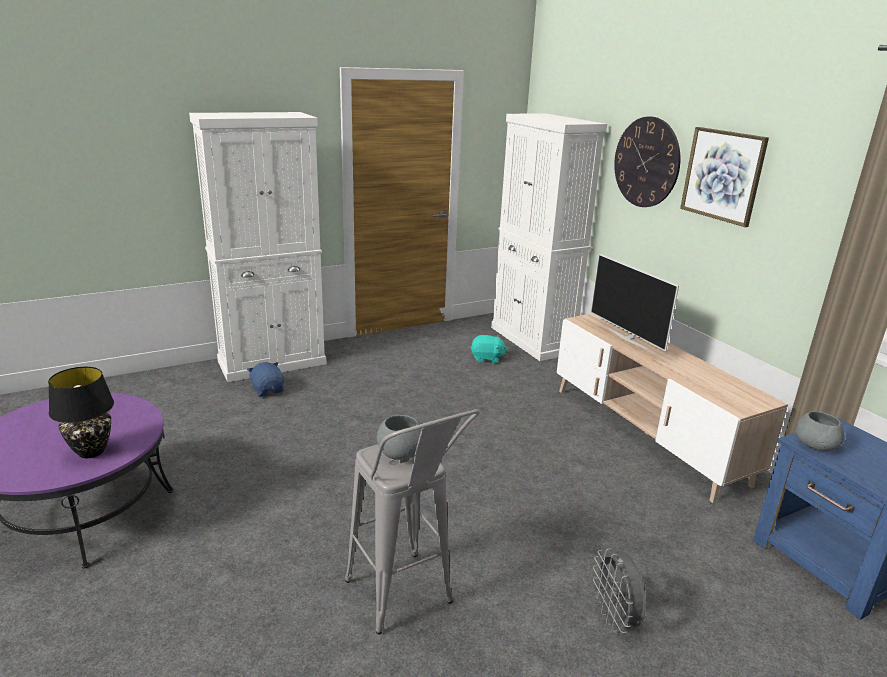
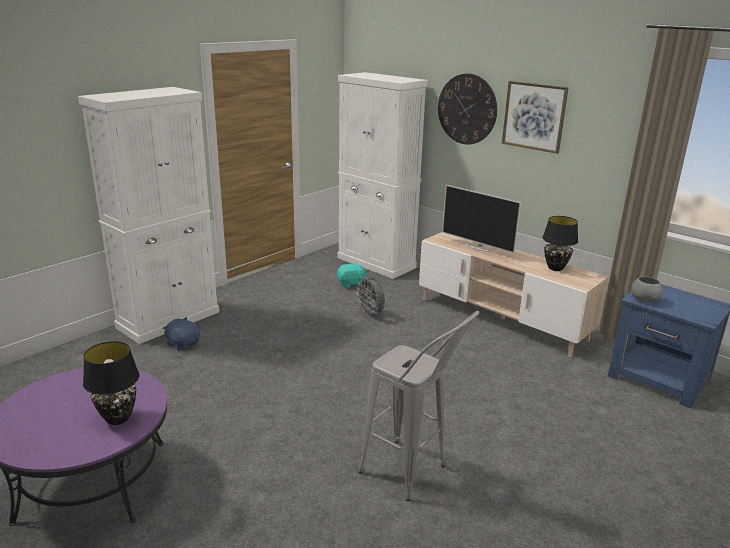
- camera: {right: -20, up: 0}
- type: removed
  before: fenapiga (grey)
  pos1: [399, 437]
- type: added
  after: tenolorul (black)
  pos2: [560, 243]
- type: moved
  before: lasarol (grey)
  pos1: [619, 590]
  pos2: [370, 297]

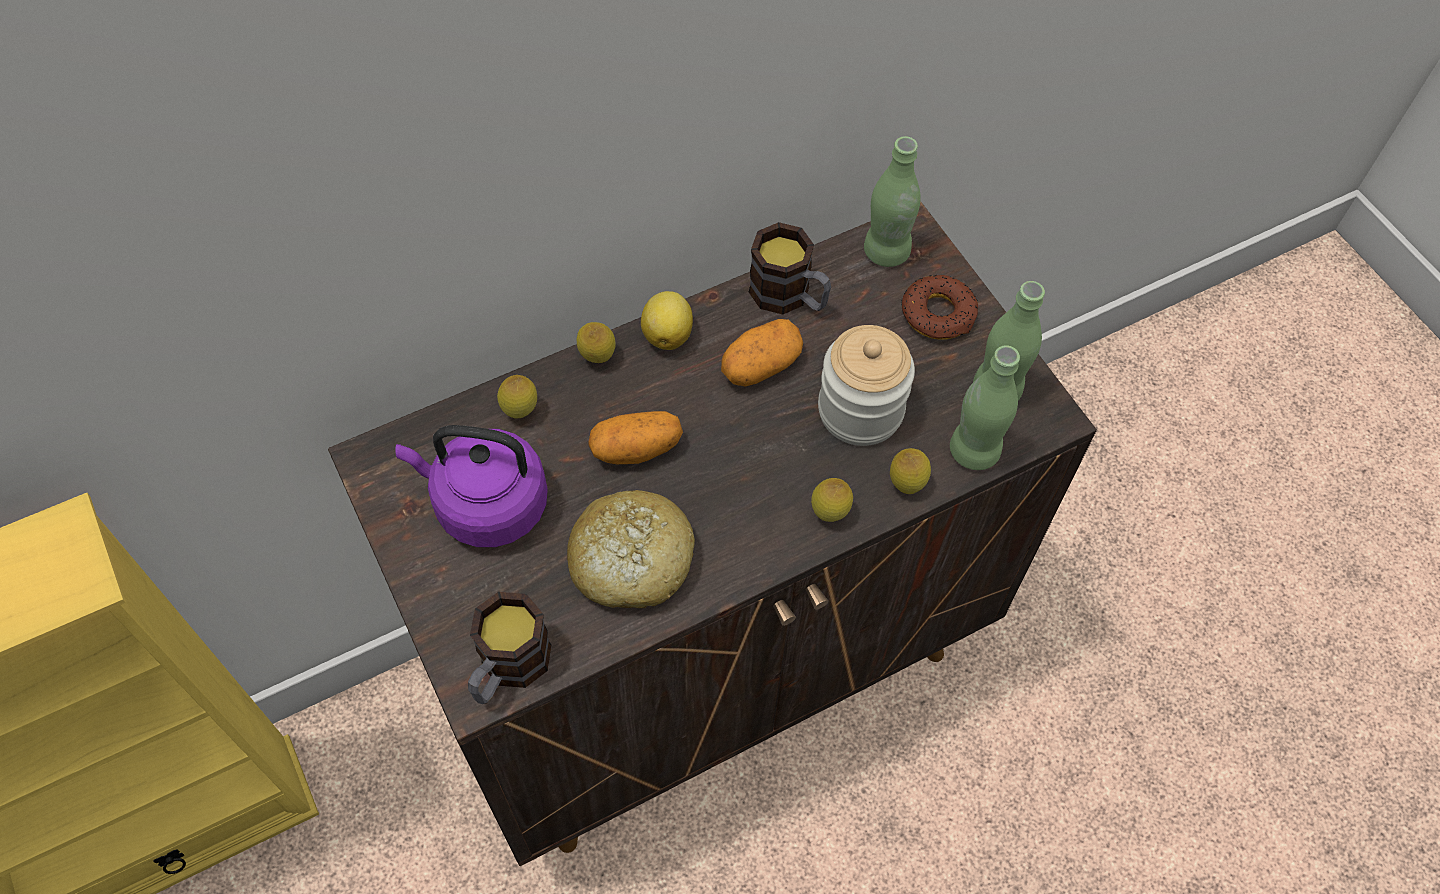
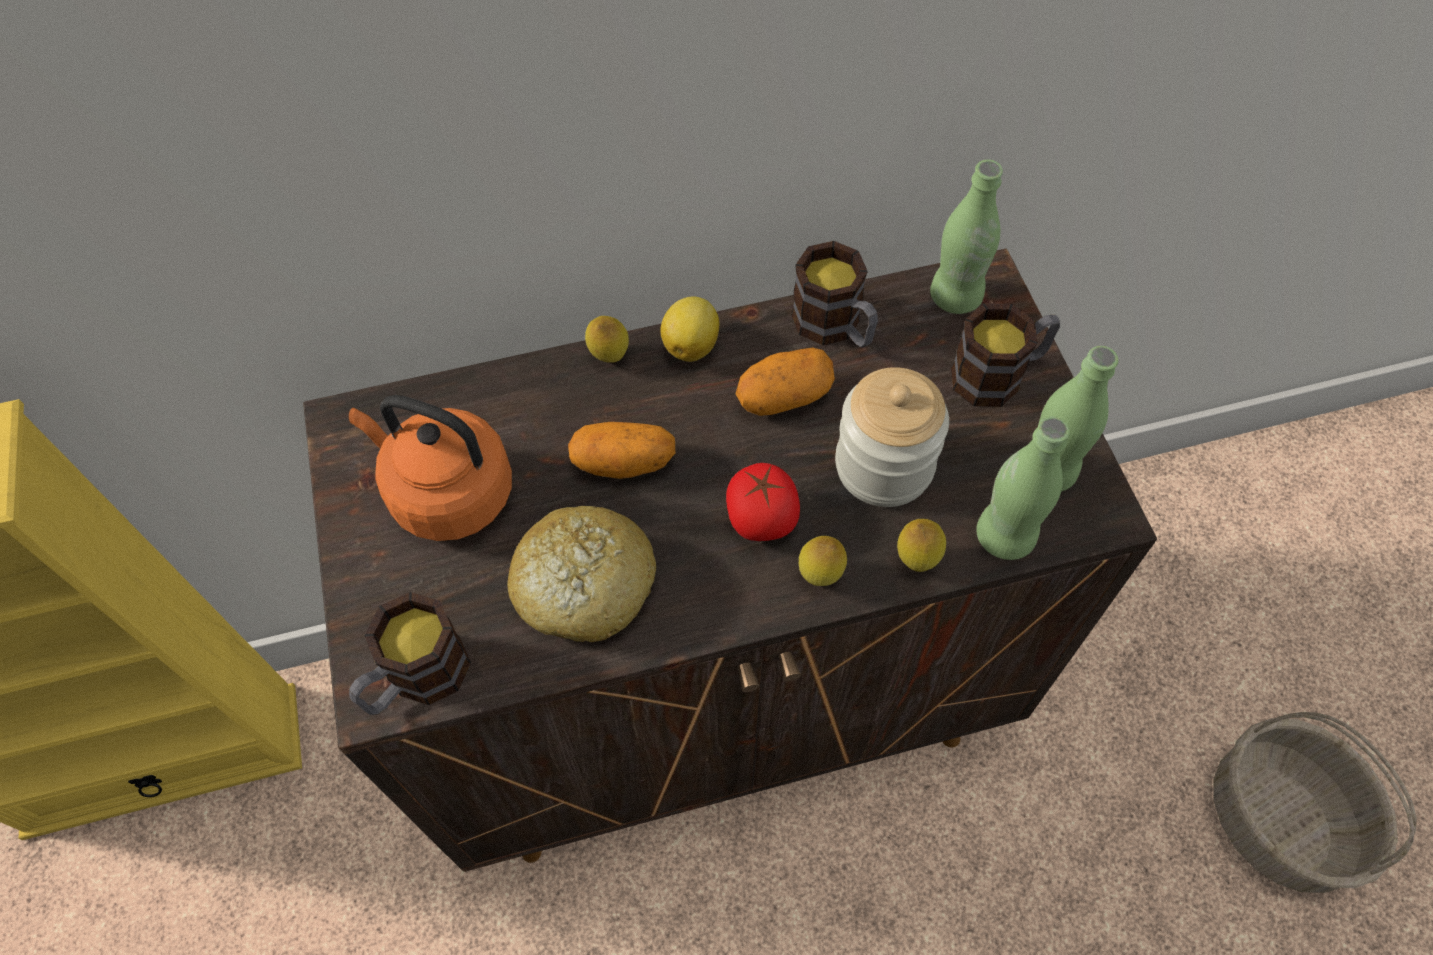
- camera: {right: 15, up: 0}
- type: removed
  before: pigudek
  pos1: [517, 397]
- type: added
  after: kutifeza
  pos2: [763, 502]
- type: added
  after: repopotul
  pos2: [1315, 802]
- type: replaced
  before: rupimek
  after: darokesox
  pos1: [939, 307]
  pos2: [1005, 355]
- type: recoloured
  before: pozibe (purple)
  after: pozibe (orange)
  pos1: [471, 486]
  pos2: [430, 468]

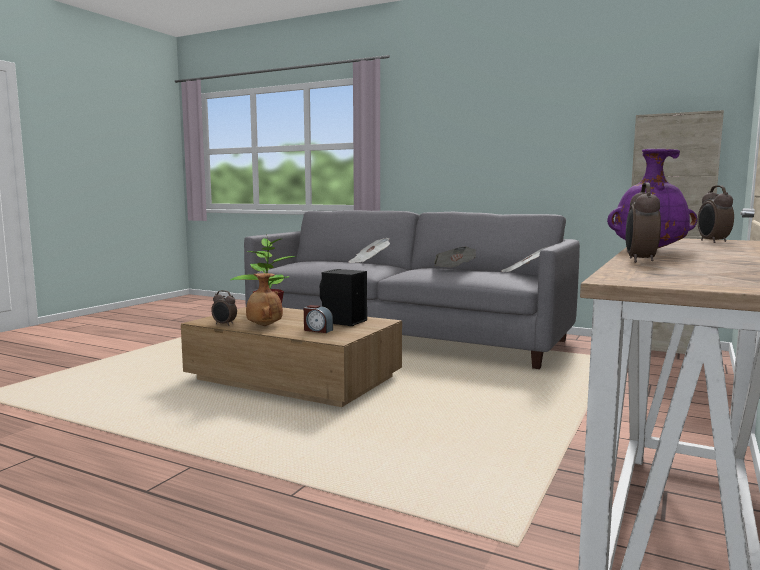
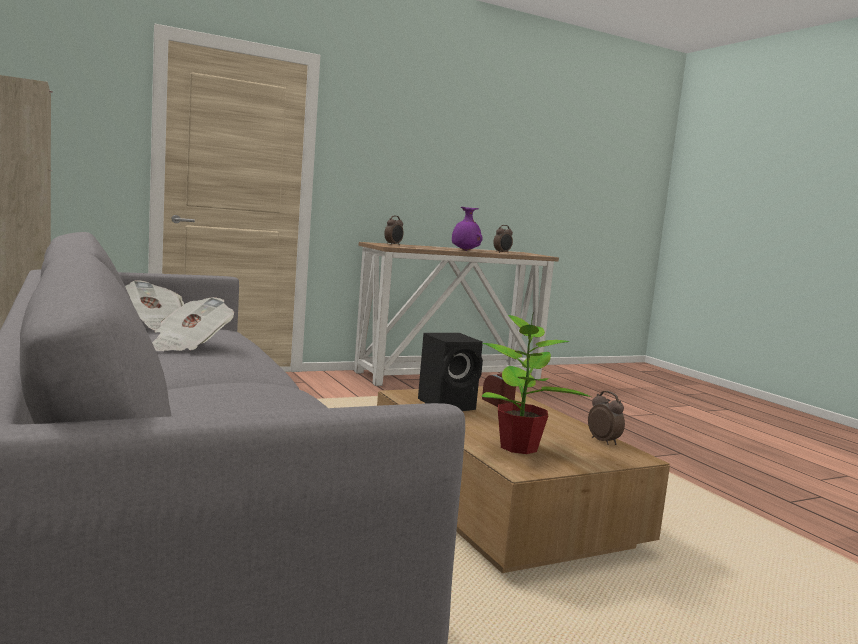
- camera: {right: -145, up: 0}
- type: removed
  before: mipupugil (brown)
  pos1: [264, 299]
- type: removed
  before: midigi
  pos1: [369, 250]

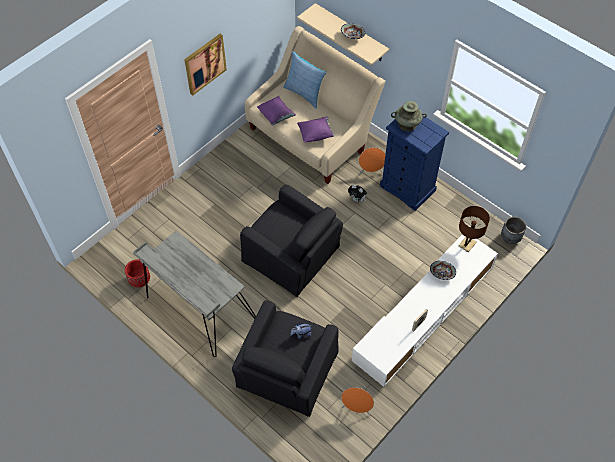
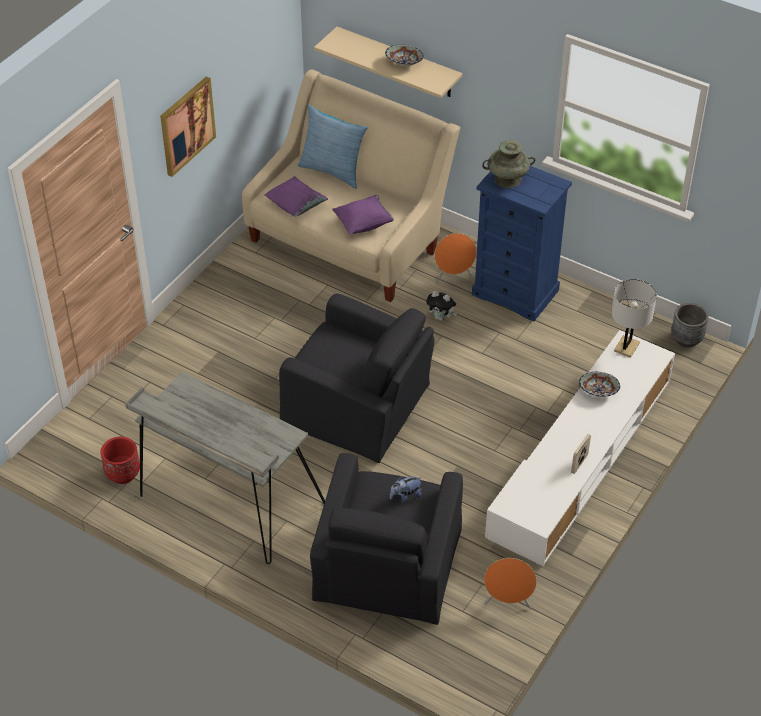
- camera: {right: -10, up: -10}
- type: recoloured
  before: tenolorul (brown)
  after: tenolorul (white)
  pos1: [474, 229]
  pos2: [634, 318]

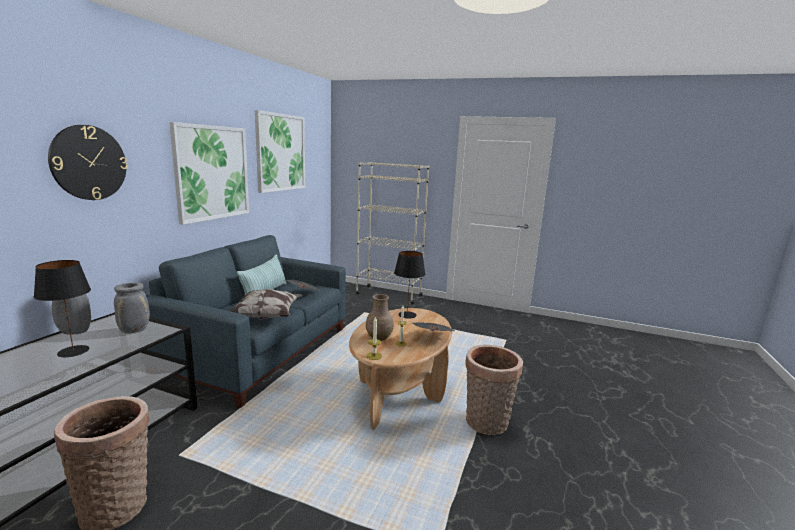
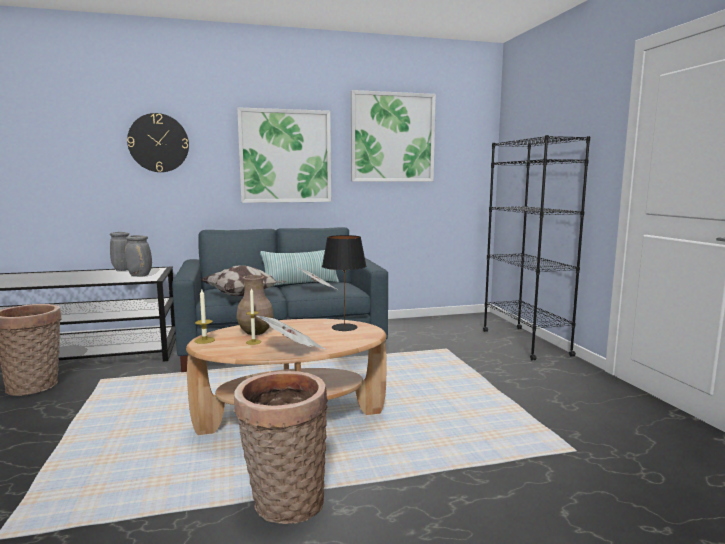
- camera: {right: 55, up: -5}
- type: removed
  before: tenolorul (black)
  pos1: [62, 309]
- type: recoloured
  before: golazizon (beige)
  after: golazizon (black)
  pos1: [392, 233]
  pos2: [536, 247]

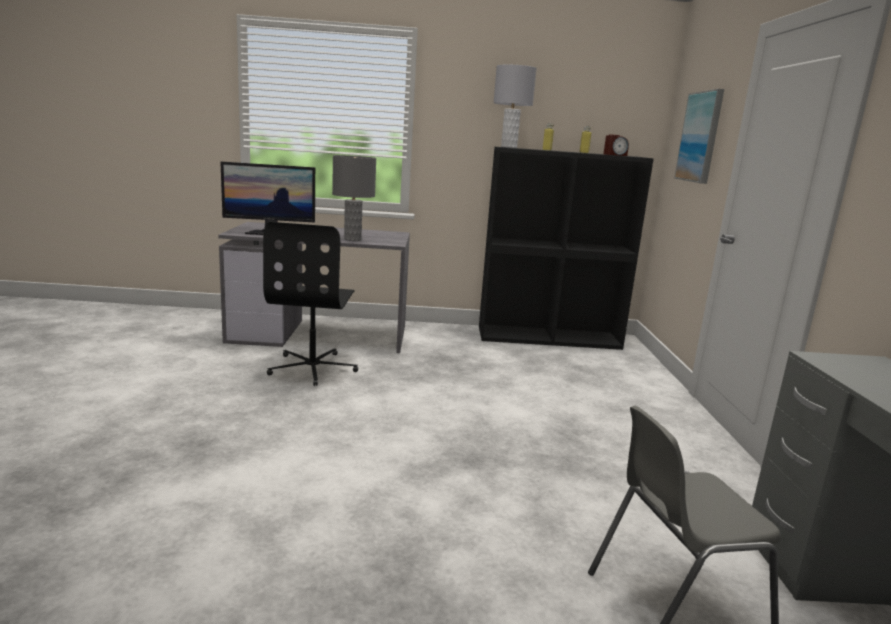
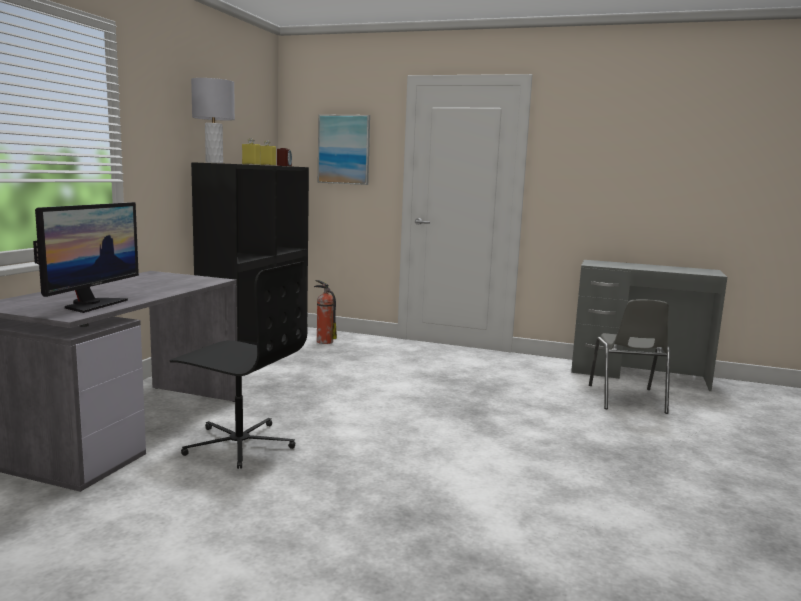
- camera: {right: -70, up: -5}
- type: removed
  before: tenolorul (grey)
  pos1: [354, 198]
- type: added
  after: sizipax
  pos2: [325, 312]

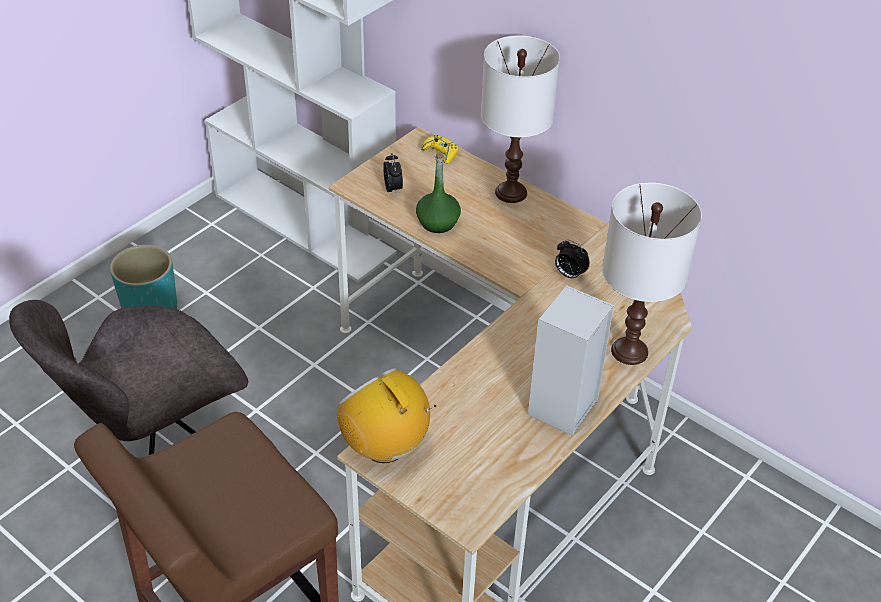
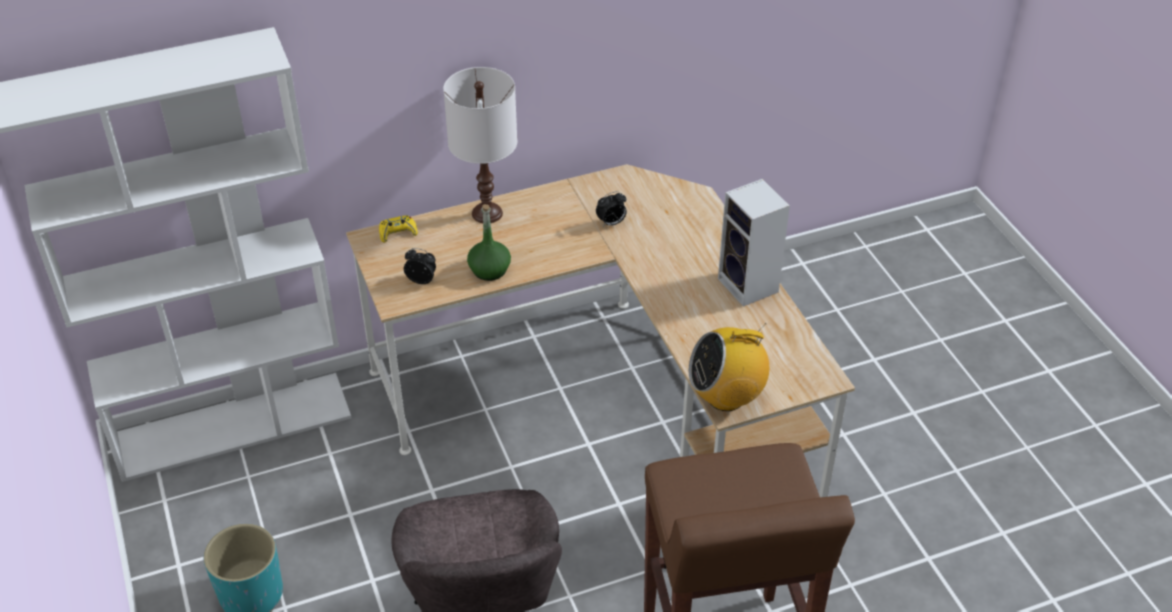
- camera: {right: -60, up: 0}
- type: removed
  before: tenolorul (white)
  pos1: [652, 273]

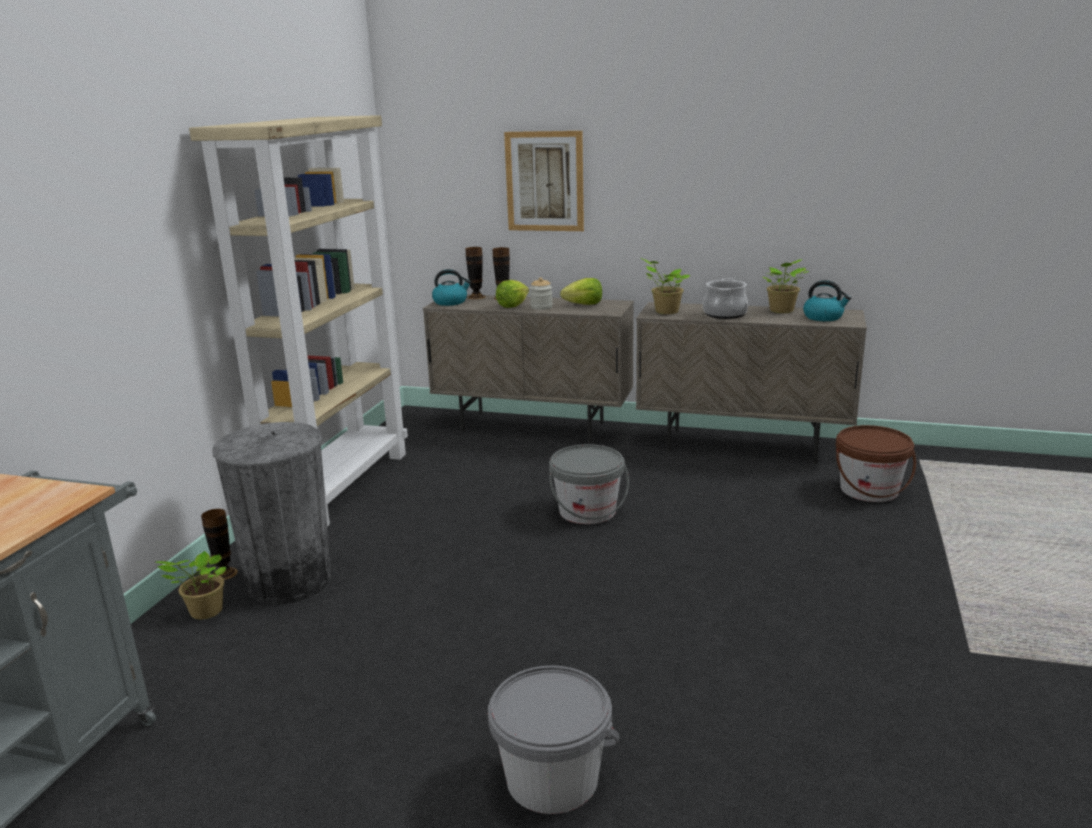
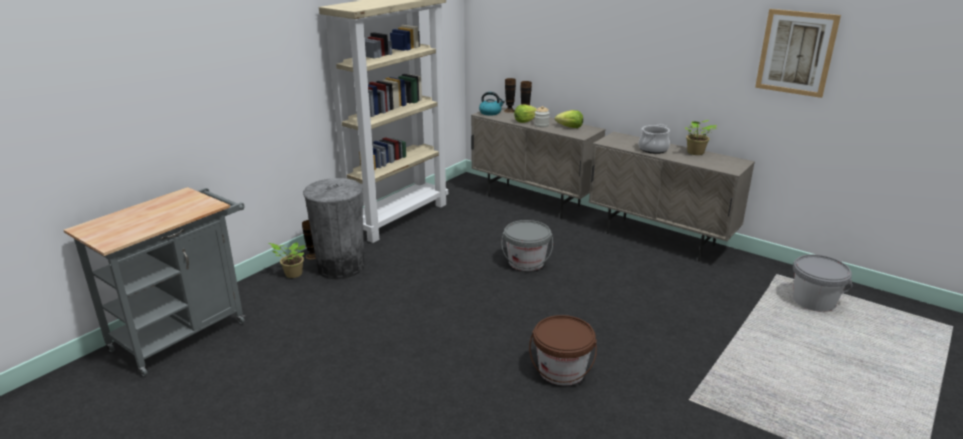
- camera: {right: 20, up: 5}
- type: removed
  before: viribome
  pos1: [665, 286]
- type: removed
  before: pozibe
  pos1: [827, 300]
- type: moved
  before: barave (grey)
  pos1: [553, 739]
  pos2: [822, 283]
- type: moved
  before: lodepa
  pos1: [544, 181]
  pos2: [798, 53]
- type: moved
  before: barave (brown)
  pos1: [876, 463]
  pos2: [563, 350]

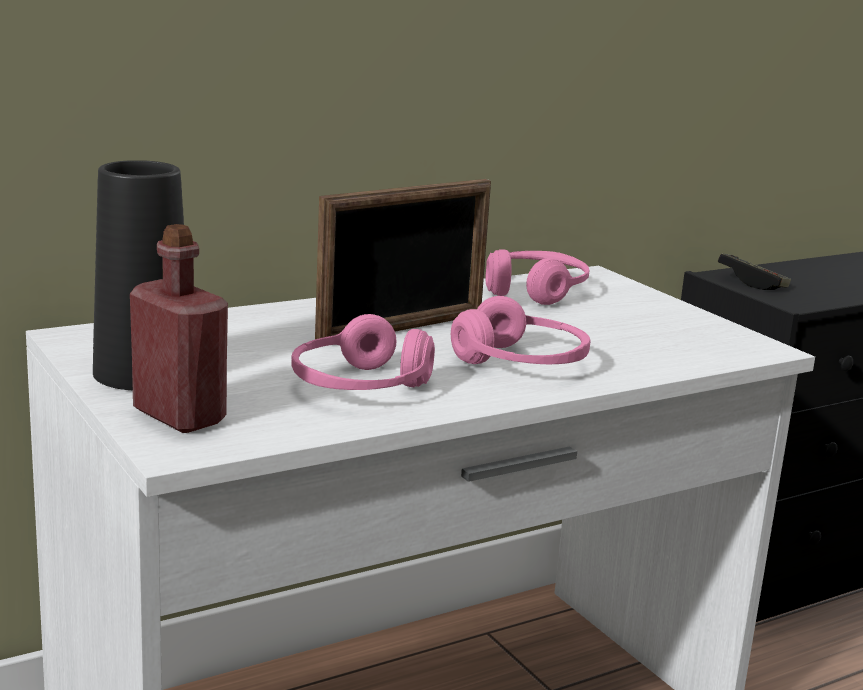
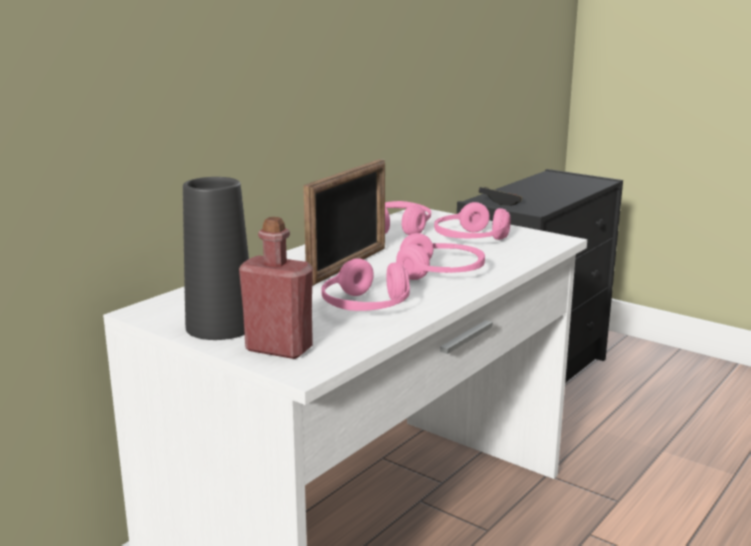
- camera: {right: -20, up: 0}
- type: added
  after: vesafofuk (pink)
  pos2: [472, 221]

